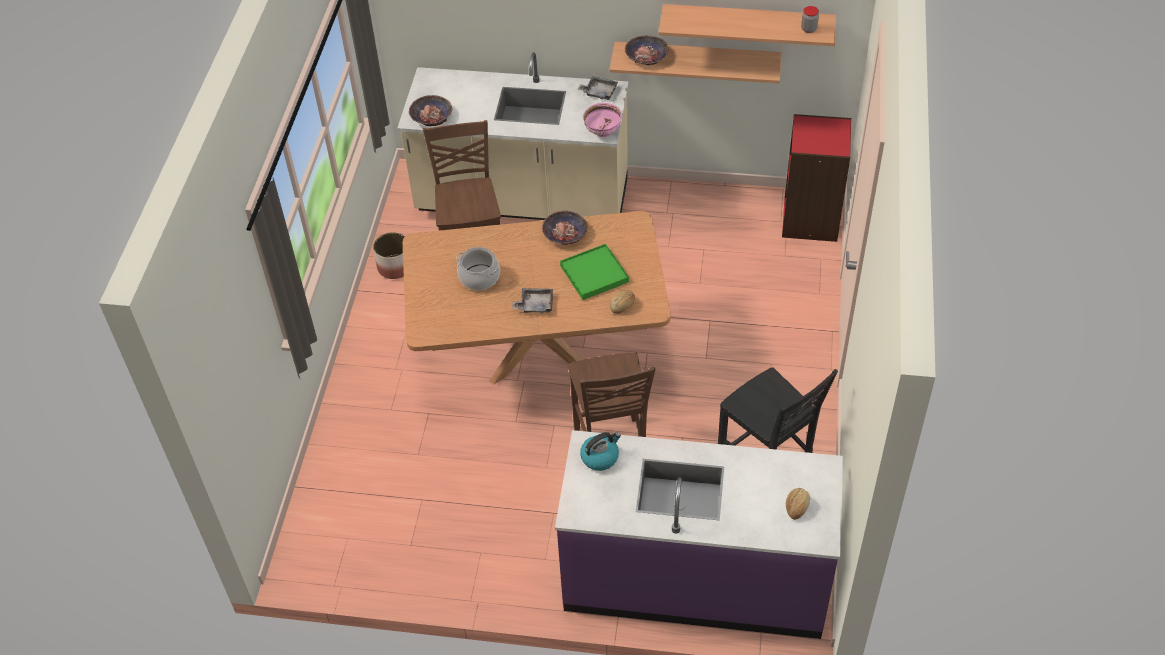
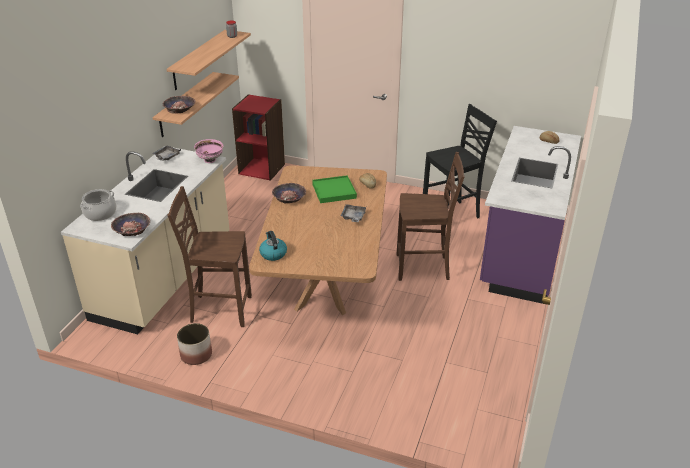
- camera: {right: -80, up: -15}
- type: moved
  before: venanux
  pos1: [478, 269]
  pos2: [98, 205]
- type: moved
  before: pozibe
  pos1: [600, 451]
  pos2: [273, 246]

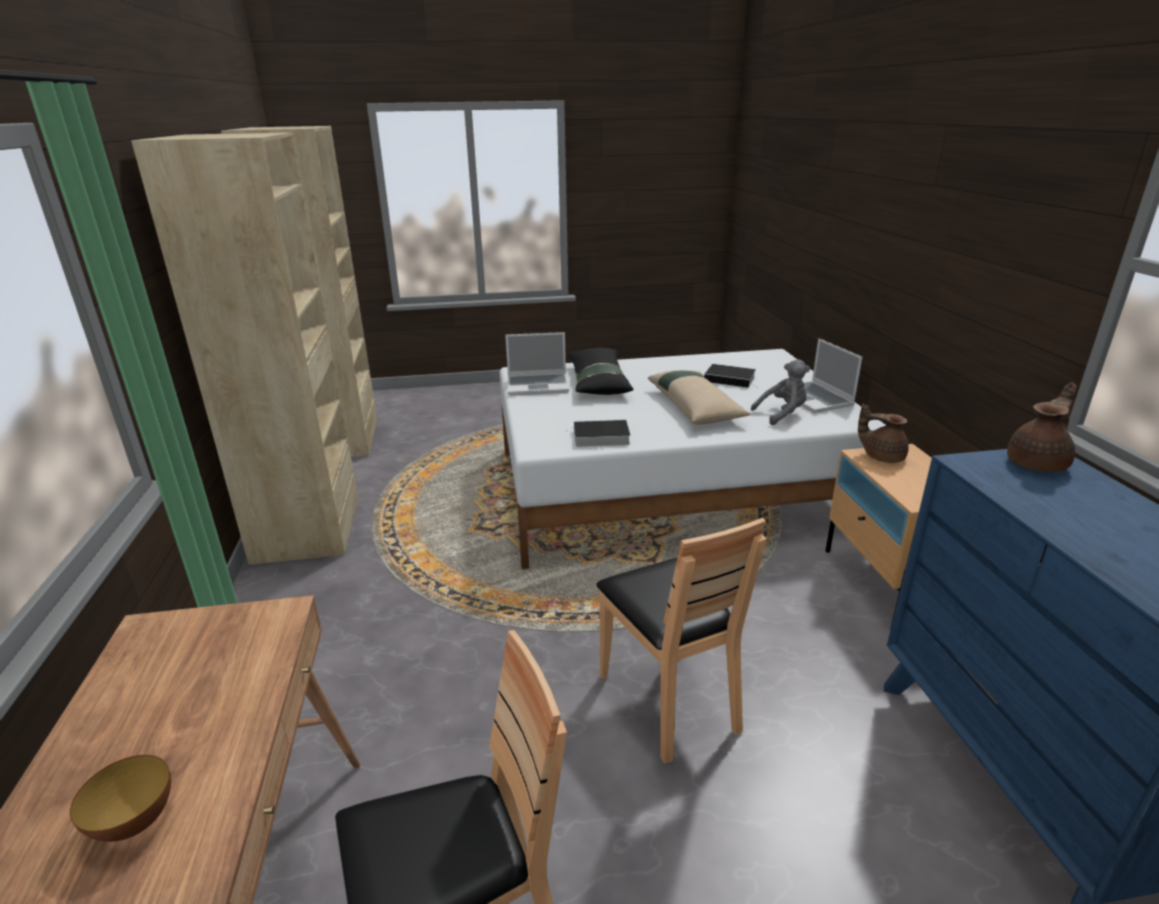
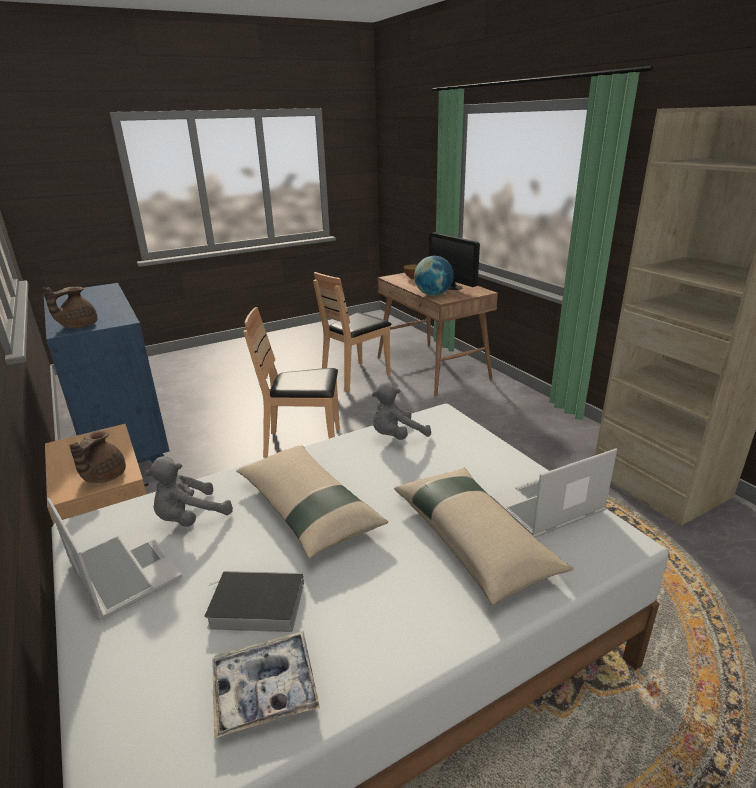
- camera: {right: 160, up: 0}
- type: added
  after: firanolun
  pos2: [266, 685]
- type: added
  after: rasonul
  pos2: [434, 276]
- type: added
  after: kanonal
  pos2: [454, 261]
- type: replaced
  before: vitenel
  after: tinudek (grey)
  pos1: [598, 433]
  pos2: [401, 411]
- type: recoloured
  before: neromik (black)
  after: neromik (beige)
  pos1: [601, 371]
  pos2: [484, 536]
- type: turned
  before: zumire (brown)
  pos1: [681, 640]
  pos2: [291, 382]
  turn: -45
- type: turned
  before: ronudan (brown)
  pos1: [883, 433]
  pos2: [97, 456]
  turn: 90

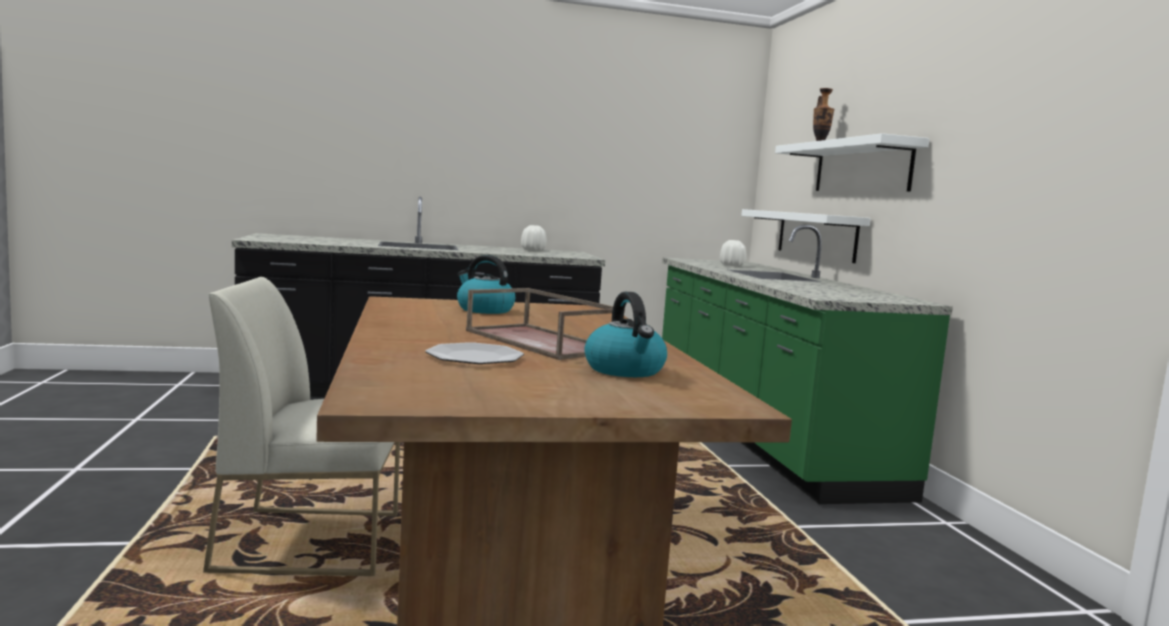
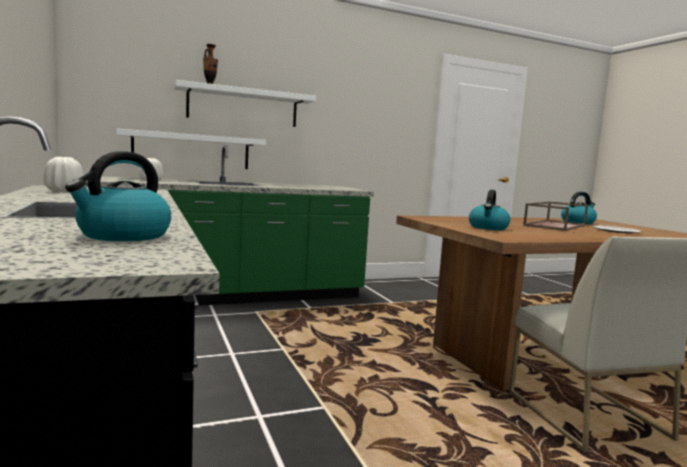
- camera: {right: -100, up: 0}
- type: added
  after: pozibe
  pos2: [118, 196]

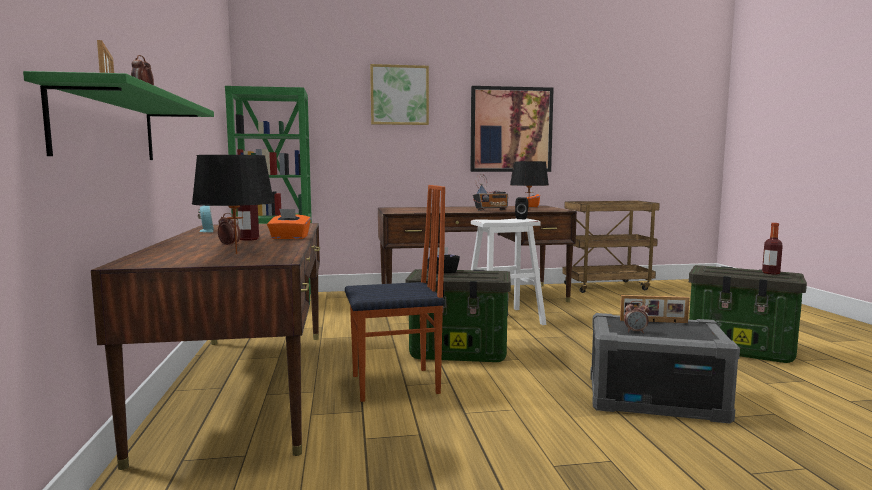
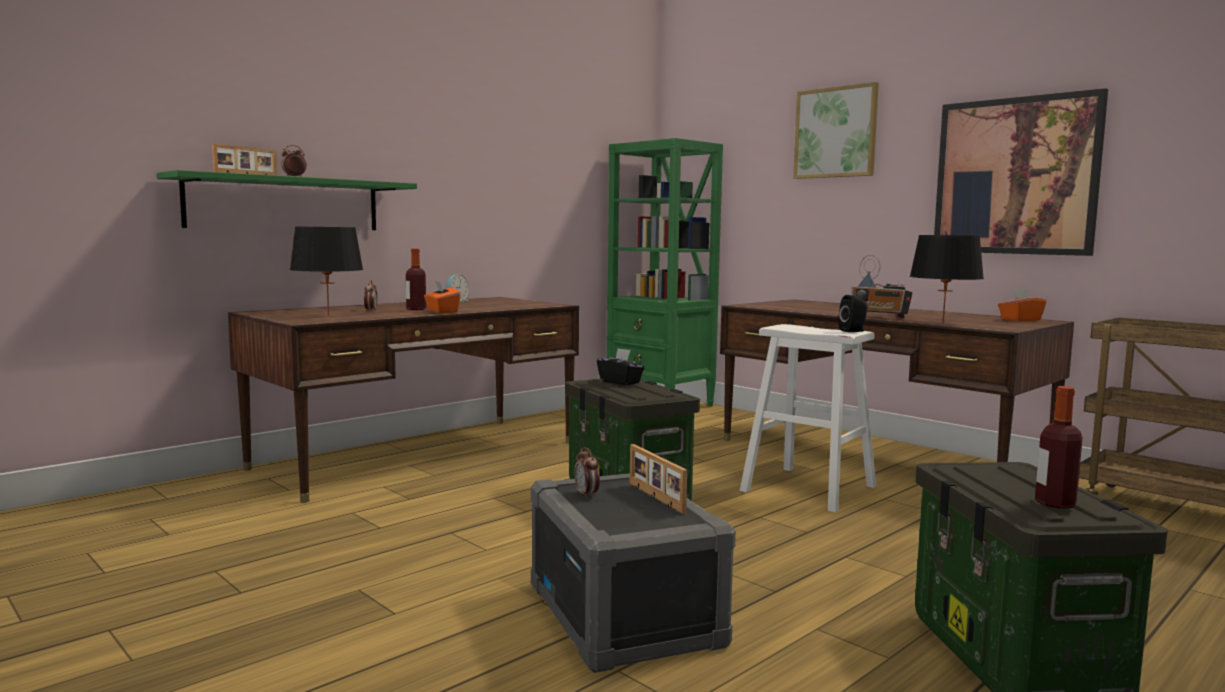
- camera: {right: 55, up: 0}
- type: removed
  before: zumire
  pos1: [395, 293]

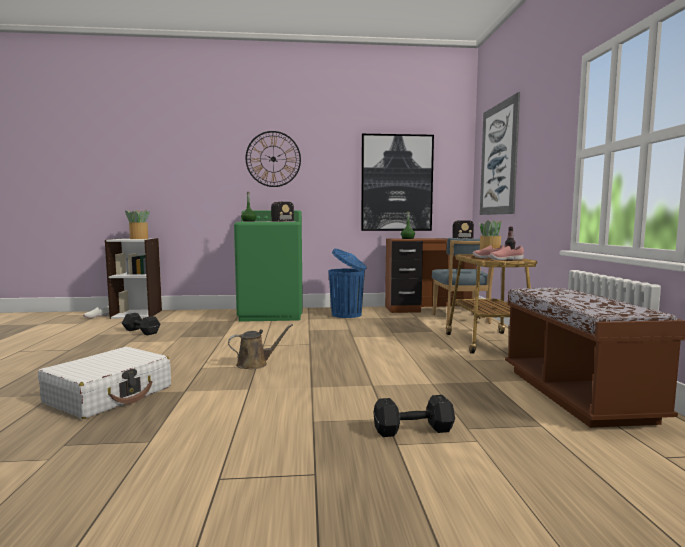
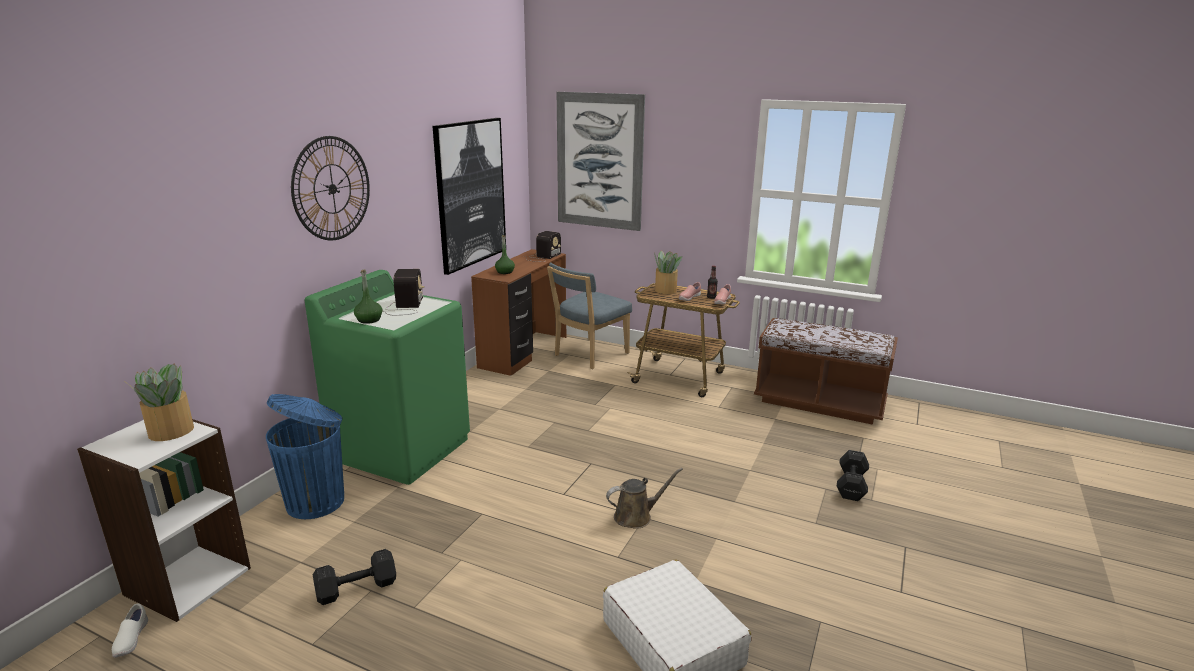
- camera: {right: -60, up: 15}
- type: moved
  before: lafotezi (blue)
  pos1: [347, 283]
  pos2: [305, 456]
- type: turned
  before: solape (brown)
  pos1: [260, 346]
  pos2: [644, 498]
  turn: 60
- type: turned
  before: zumire (blue)
  pos1: [463, 281]
  pos2: [589, 316]
  turn: 105

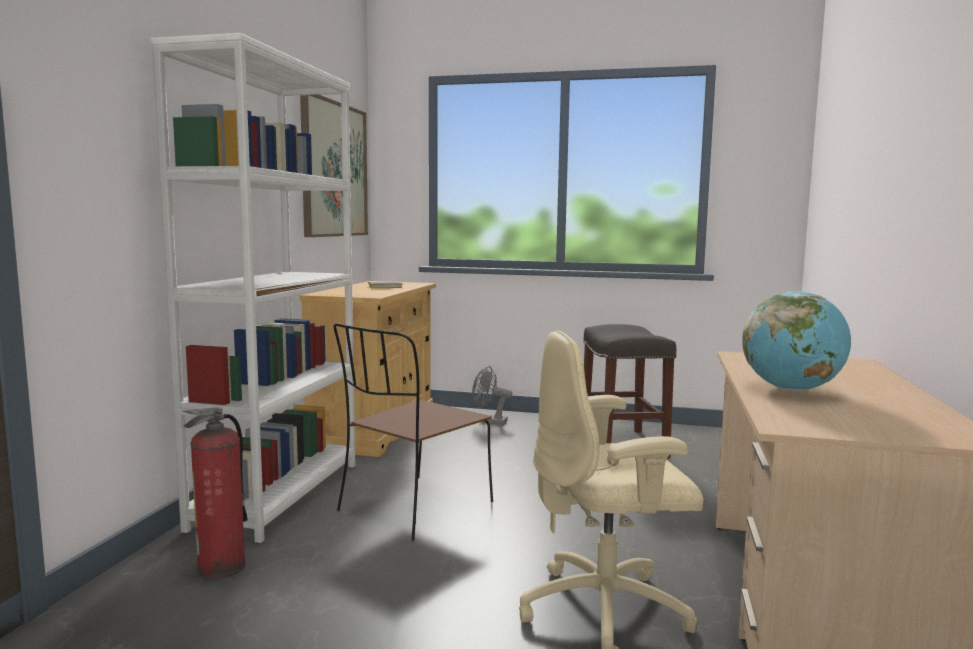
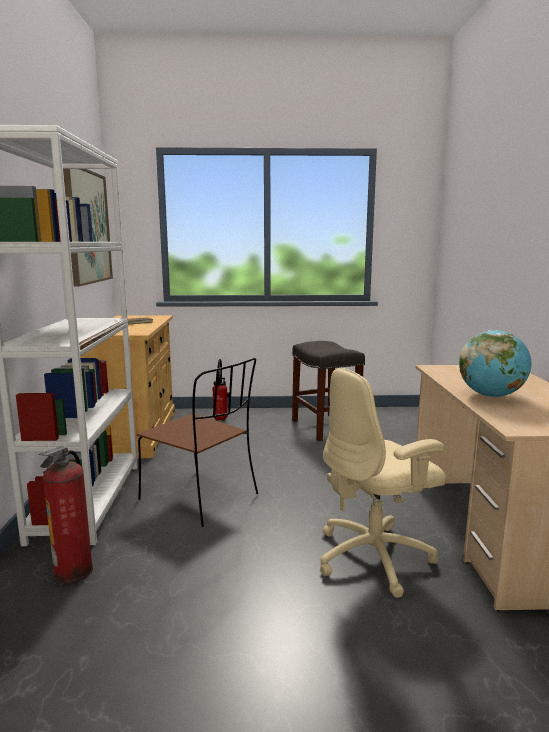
- camera: {right: -15, up: 5}
- type: replaced
  before: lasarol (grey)
  after: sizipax
  pos1: [492, 395]
  pos2: [220, 390]
- type: turned
  before: zumire (brown)
  pos1: [413, 432]
  pos2: [197, 442]
  turn: -75

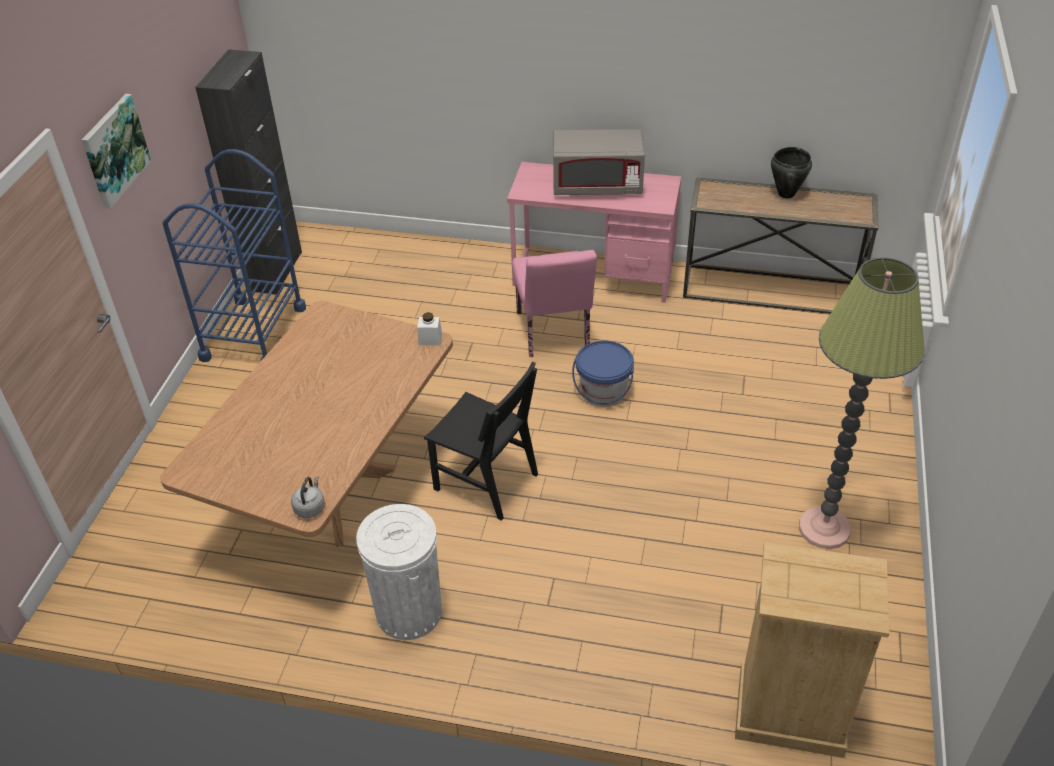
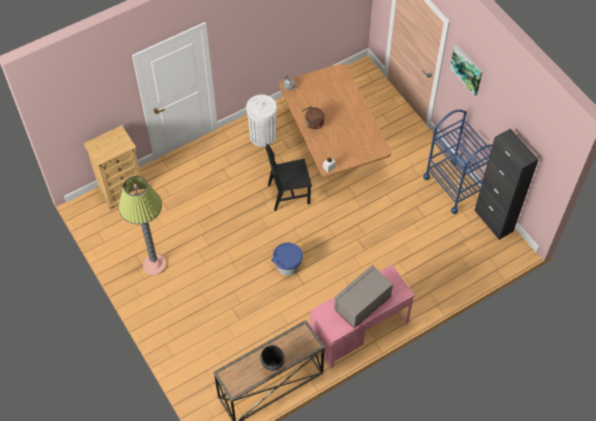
- camera: {right: 135, up: 15}
- type: removed
  before: zumire (pink)
  pos1: [554, 303]
- type: added
  after: pozibe (brown)
  pos2: [313, 117]

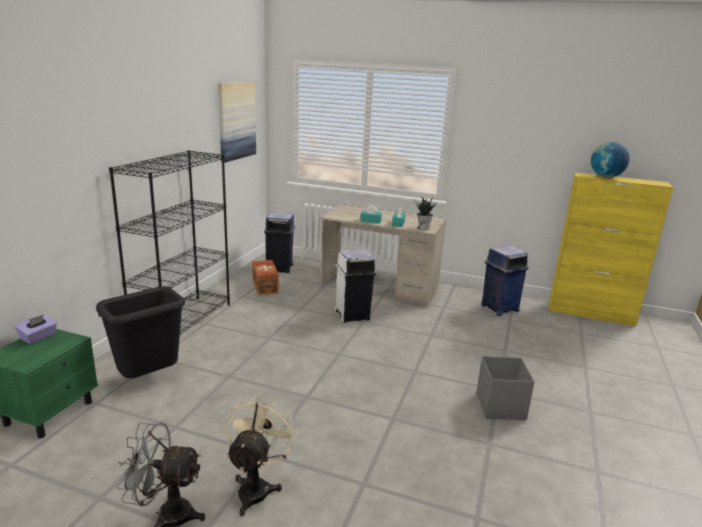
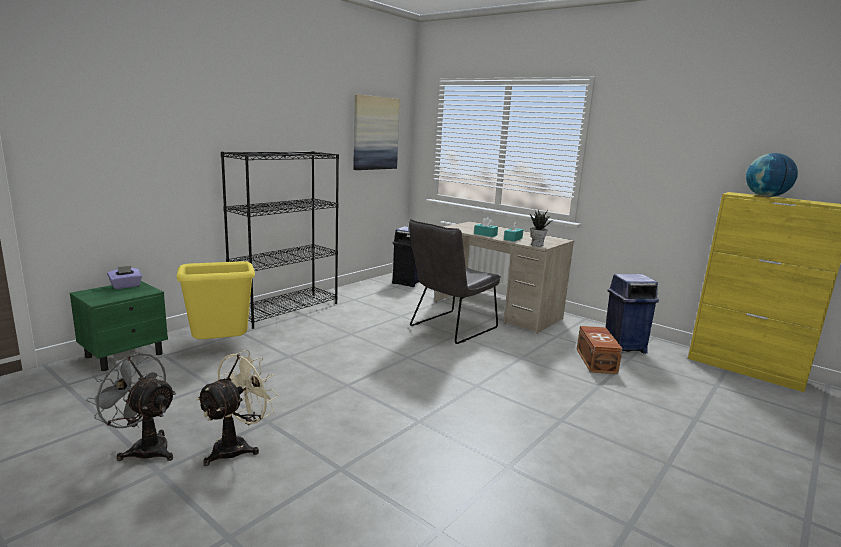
- camera: {right: 20, up: -5}
- type: removed
  before: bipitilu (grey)
  pos1: [505, 388]
- type: moved
  before: bipitilu (brown)
  pos1: [265, 277]
  pos2: [600, 350]
- type: replaced
  before: lafotezi (white)
  after: zumire (grey)
  pos1: [355, 286]
  pos2: [455, 281]
- type: recoloured
  before: lafotezi (black)
  after: lafotezi (yellow)
  pos1: [140, 332]
  pos2: [216, 300]

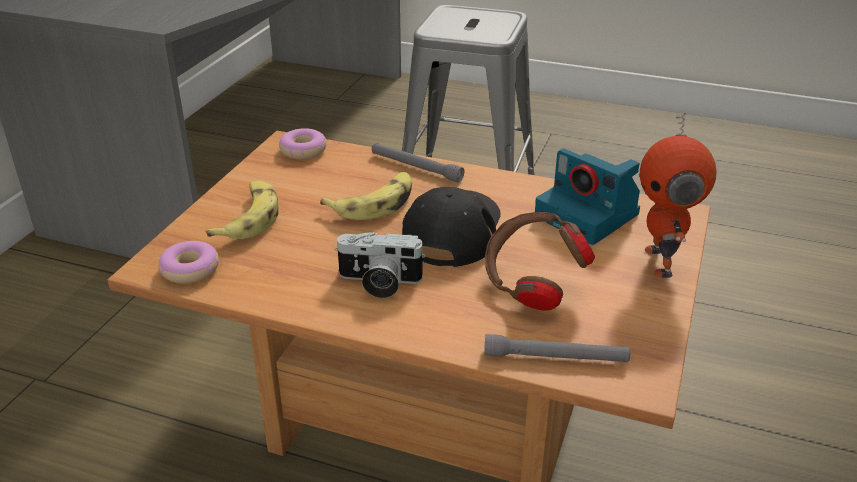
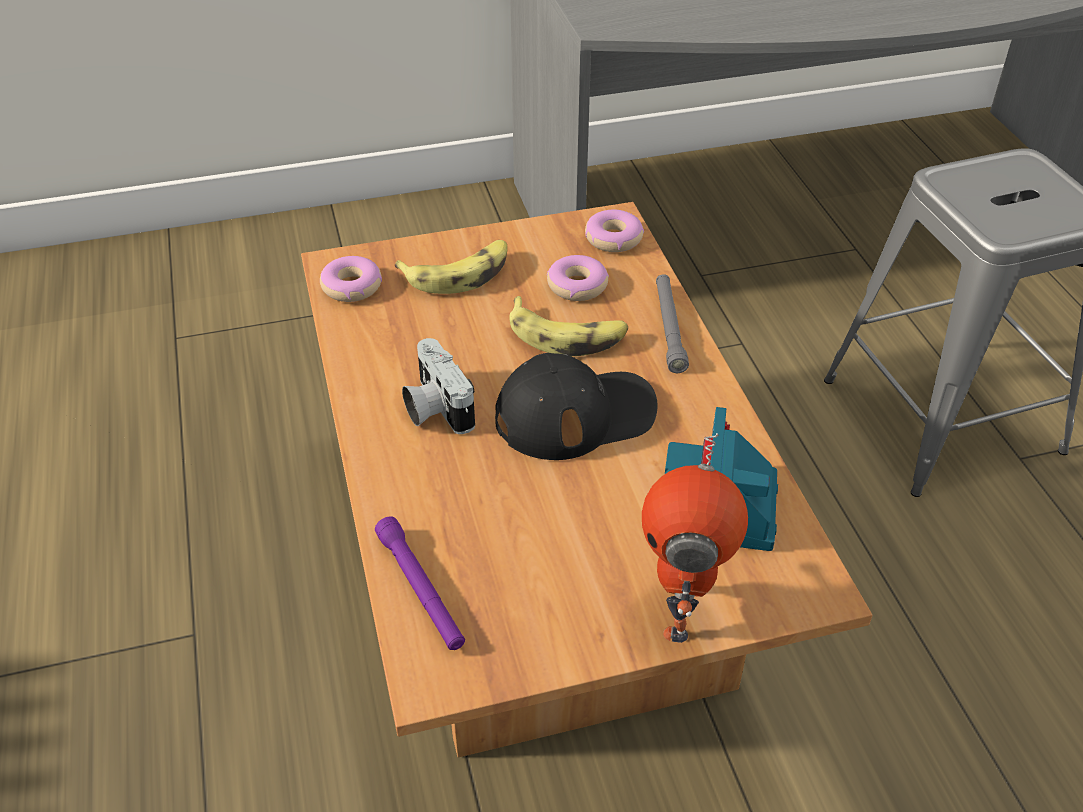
- camera: {right: 55, up: 10}
- type: removed
  before: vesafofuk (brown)
  pos1: [540, 261]
- type: added
  after: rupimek
  pos2: [578, 278]
- type: recoloured
  before: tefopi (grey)
  after: tefopi (purple)
  pos1: [557, 348]
  pos2: [420, 583]
- type: turned
  before: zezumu
  pos1: [678, 195]
  pos2: [695, 538]
  turn: -45

